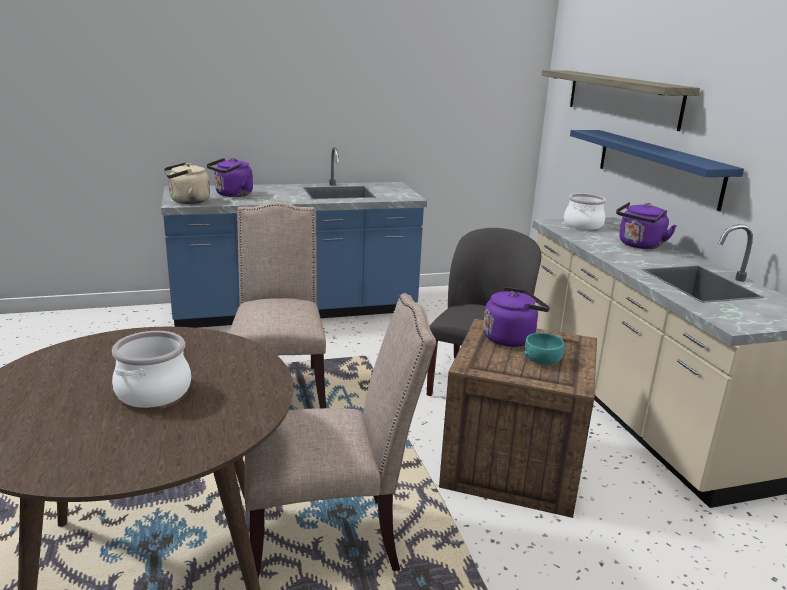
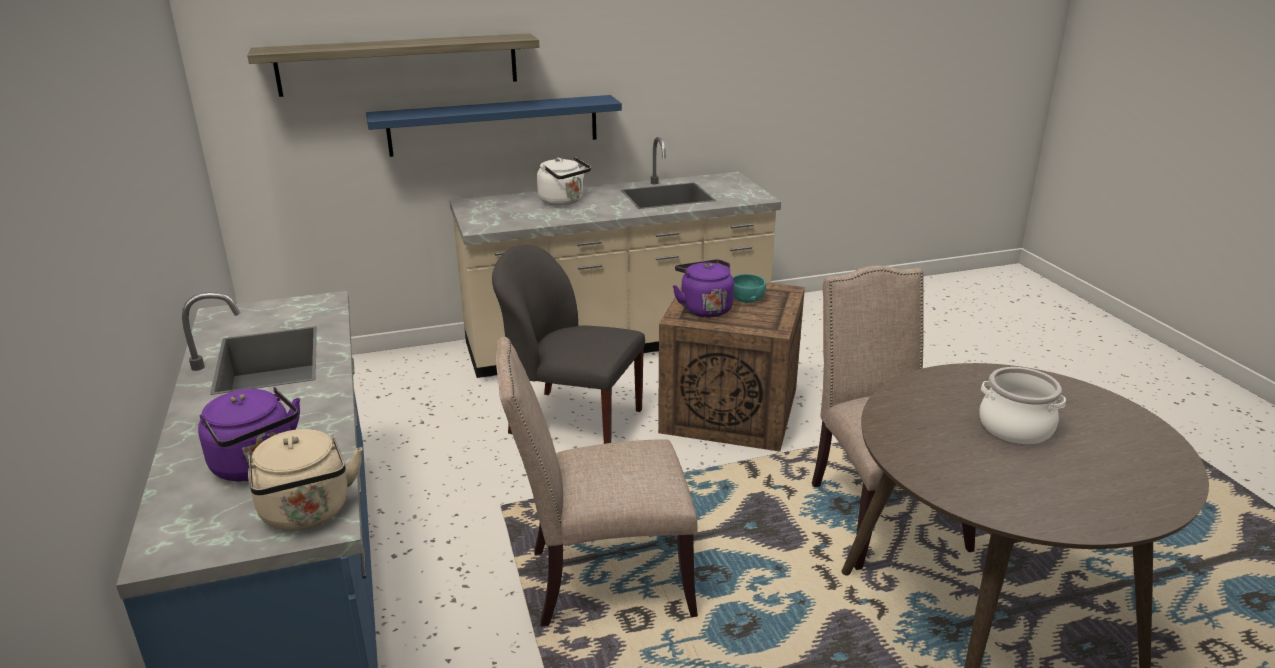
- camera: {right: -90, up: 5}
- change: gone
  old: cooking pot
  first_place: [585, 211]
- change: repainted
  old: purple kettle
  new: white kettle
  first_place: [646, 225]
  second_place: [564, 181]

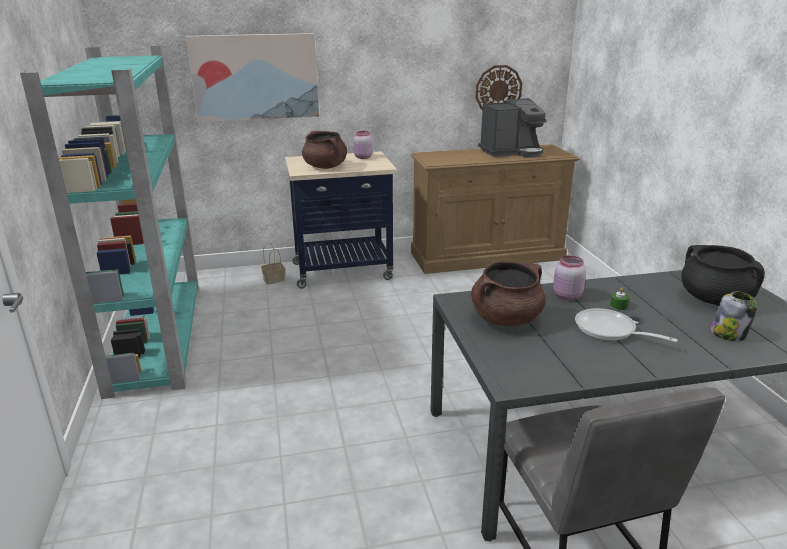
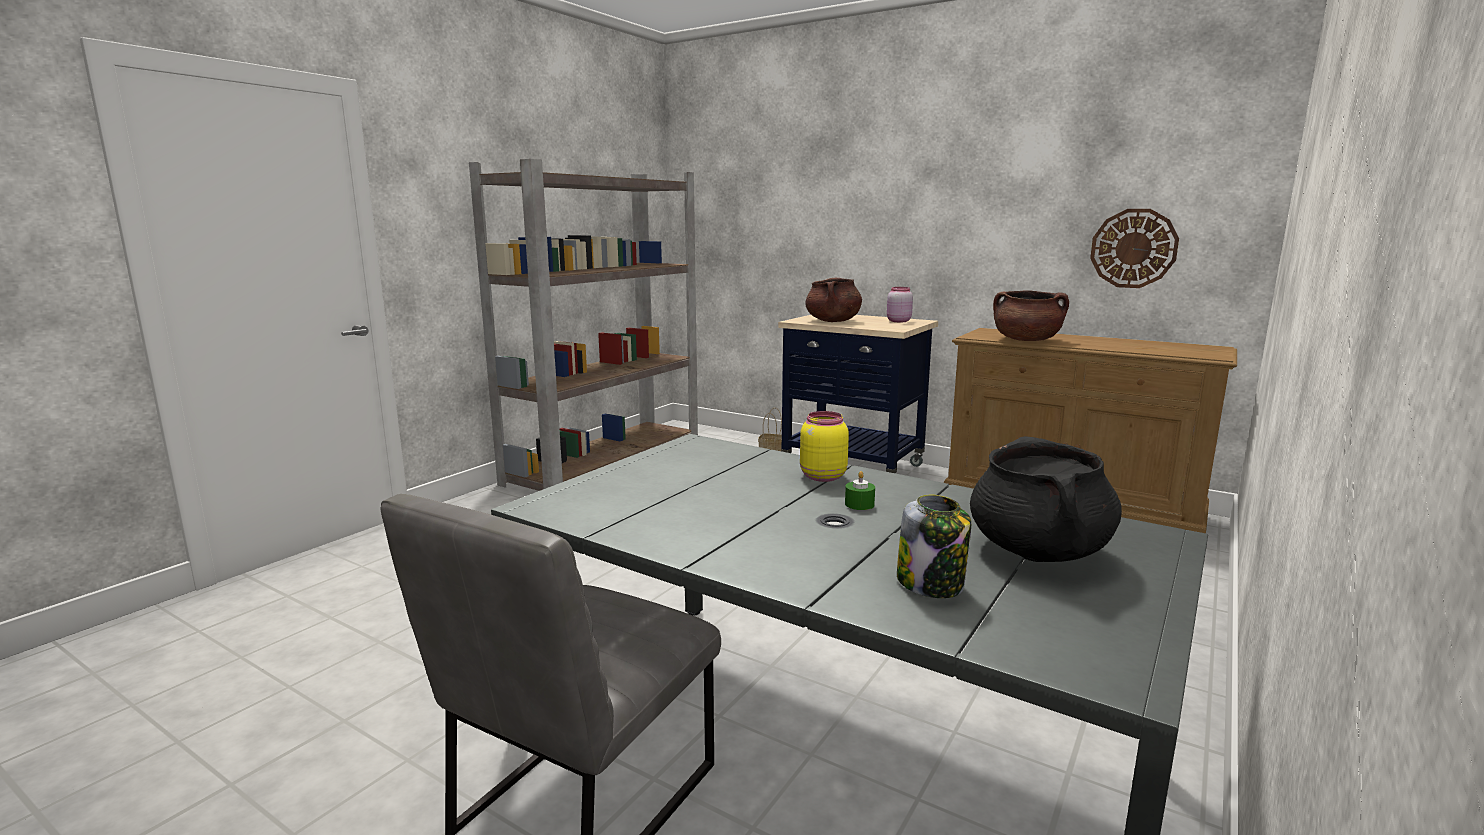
- camera: {right: 45, up: -10}
- change: gone
  old: picture
  first_place: [252, 77]
- change: gone
  old: coffee machine
  first_place: [512, 128]
- change: gone
  old: frying pan
  first_place: [626, 325]
- change: shifted
  old: brown cooking pot
  first_place: [508, 294]
  second_place: [1031, 315]
- change: repainted
  old: turquoise bookcase
  new: brown bookcase
  first_place: [109, 222]
  second_place: [583, 325]
- change: repainted
  old: pink jar
  new: yellow jar
  first_place: [569, 277]
  second_place: [824, 446]

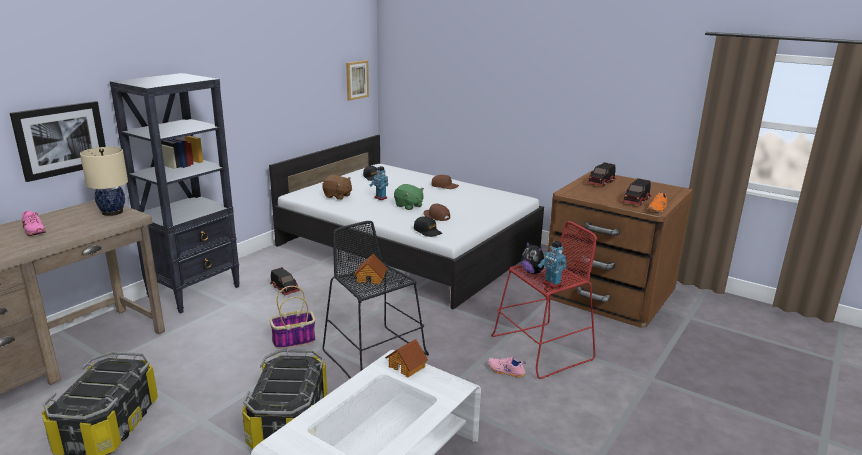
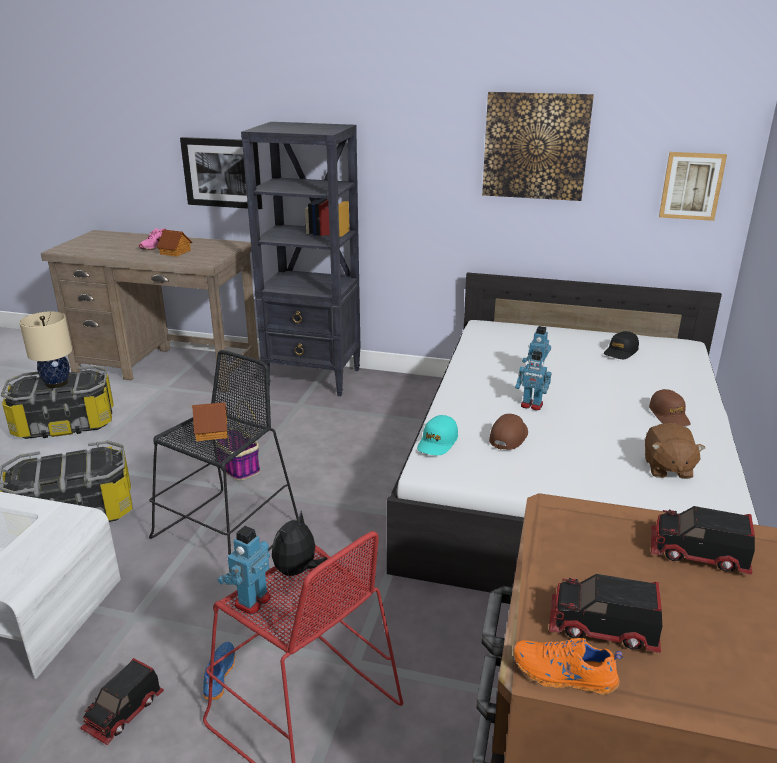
- camera: {right: 70, up: 5}
- change: new
  new: picture
  second_place: [538, 146]
- change: shifted
  old: beige table lamp
  first_place: [104, 181]
  second_place: [45, 349]
- change: shifted
  old: toy truck
  first_place: [285, 281]
  second_place: [122, 701]
- change: shifted
  old: brown plush toy
  first_place: [337, 187]
  second_place: [675, 451]
- change: shifted
  old: toy house
  first_place: [406, 358]
  second_place: [174, 243]
- change: swapped
  old: green plush toy
  new: toy robot
  first_place: [409, 197]
  second_place: [533, 380]
- change: repainted
  old: black cap
  new: turquoise cap
  first_place: [428, 226]
  second_place: [437, 435]
- change: repainted
  old: pink shoe
  new: blue shoe
  first_place: [507, 367]
  second_place: [219, 671]

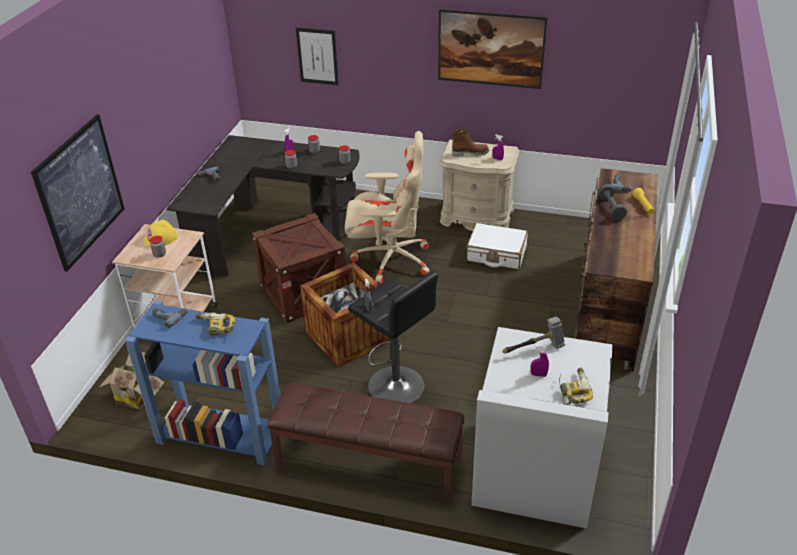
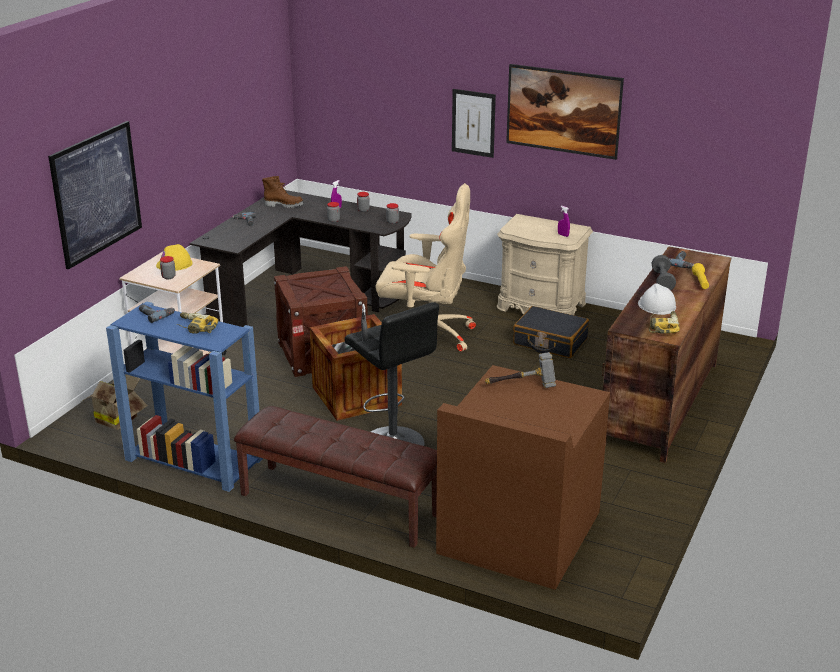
- camera: {right: 10, up: -10}
- change: gone
  old: purple spray bottle
  first_place: [540, 361]
- change: new
  new: white hard hat
  second_place: [657, 299]
- change: shifted
  old: picture
  first_place: [317, 56]
  second_place: [474, 123]
- change: shifted
  old: brown boot
  first_place: [470, 142]
  second_place: [283, 192]
- change: shifted
  old: power drill
  first_place: [576, 386]
  second_place: [664, 322]
- change: repainted
  old: white suitcase
  new: black suitcase
  first_place: [497, 246]
  second_place: [551, 332]
- change: repainted
  old: white washing machine
  new: brown washing machine
  first_place: [542, 428]
  second_place: [523, 477]

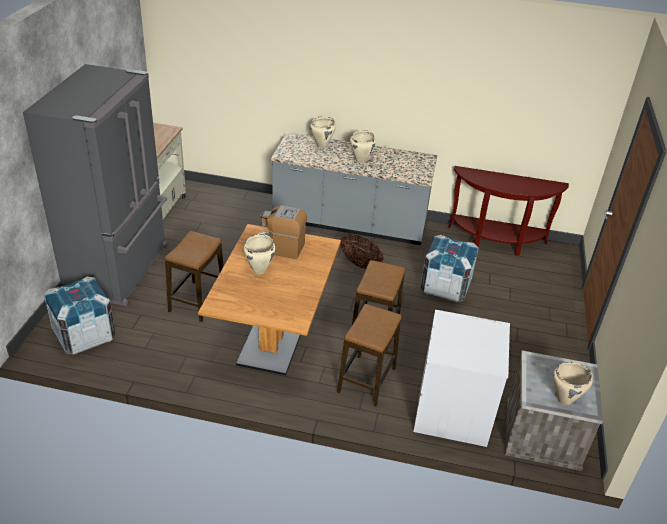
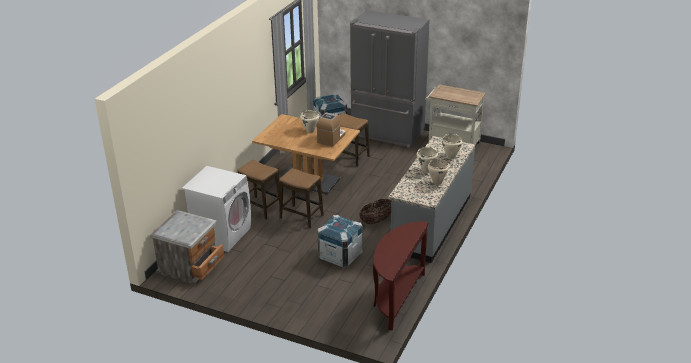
- camera: {right: 105, up: -5}
- change: shifted
  old: beige cooking pot
  first_place: [573, 383]
  second_place: [438, 171]

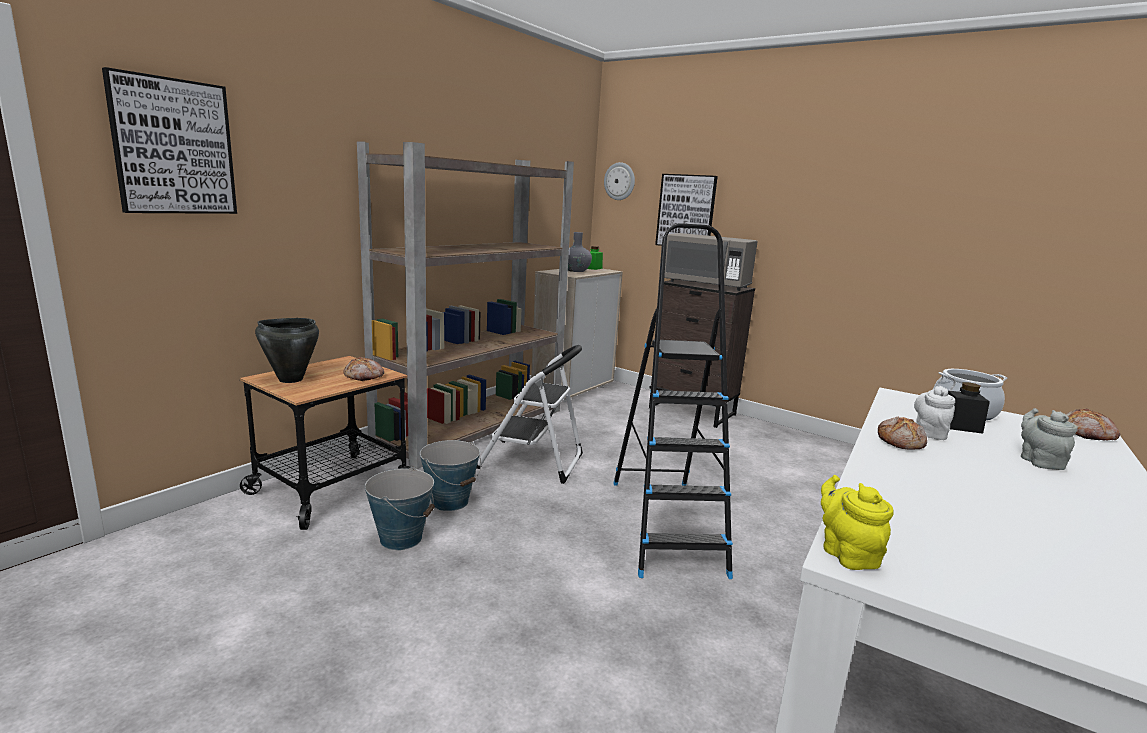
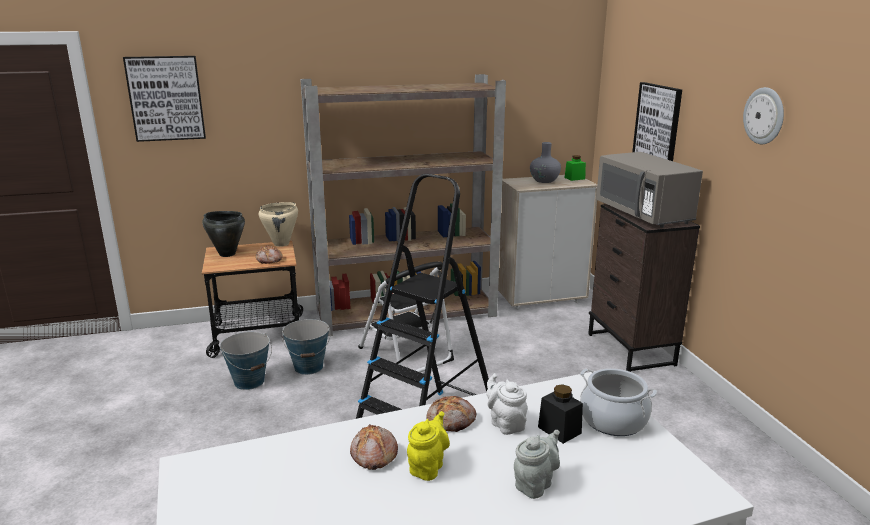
- camera: {right: 40, up: 5}
- change: new
  new: beige cooking pot
  second_place: [278, 224]
- change: shifted
  old: wall clock
  first_place: [619, 181]
  second_place: [763, 115]
- change: shifted
  old: yellow teapot
  first_place: [857, 522]
  second_place: [428, 446]
- change: shifted
  old: bread
  first_place: [1093, 424]
  second_place: [374, 447]
- change: rotated
  old: white teapot
  first_place: [934, 413]
  second_place: [506, 404]
  degrees: -90

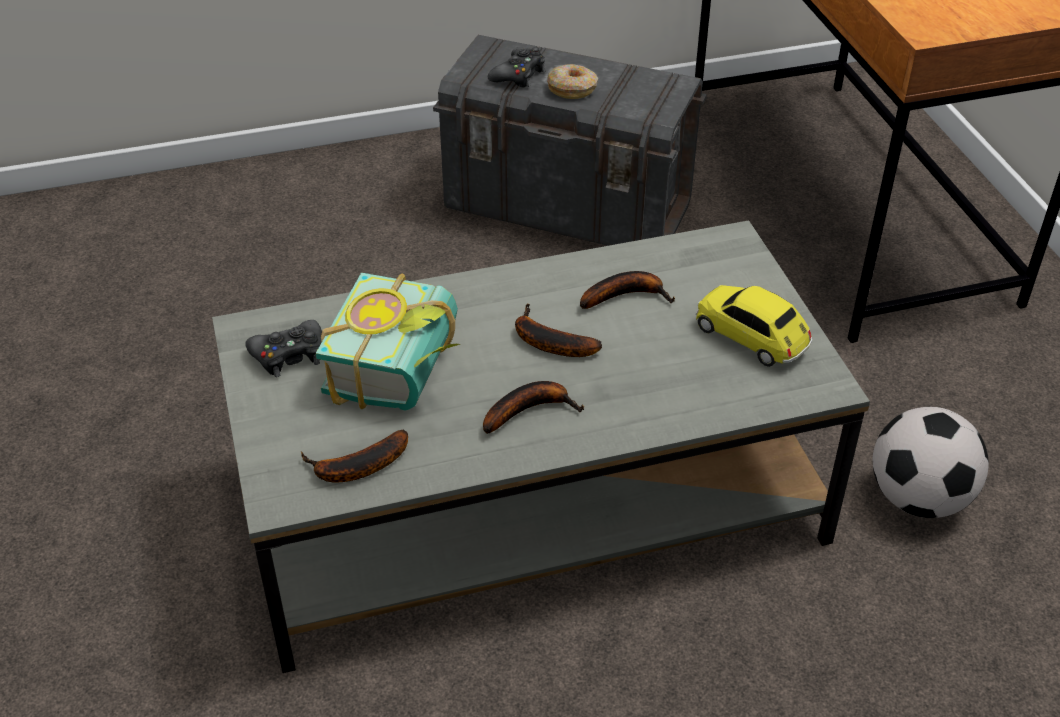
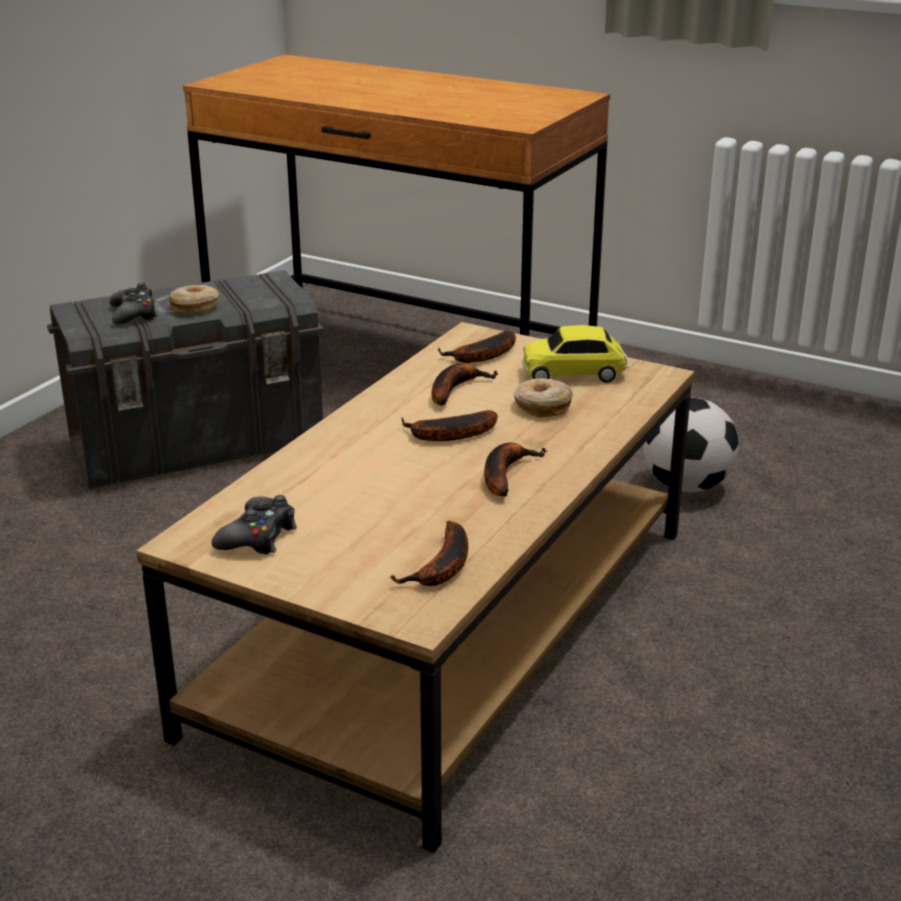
- camera: {right: -45, up: -15}
- change: gone
  old: book
  first_place: [388, 341]
- change: new
  new: banana
  second_place: [477, 346]
- change: new
  new: donut
  second_place: [543, 397]
- change: repainted
  old: grey coffee table
  new: brown coffee table
  first_place: [541, 446]
  second_place: [415, 587]

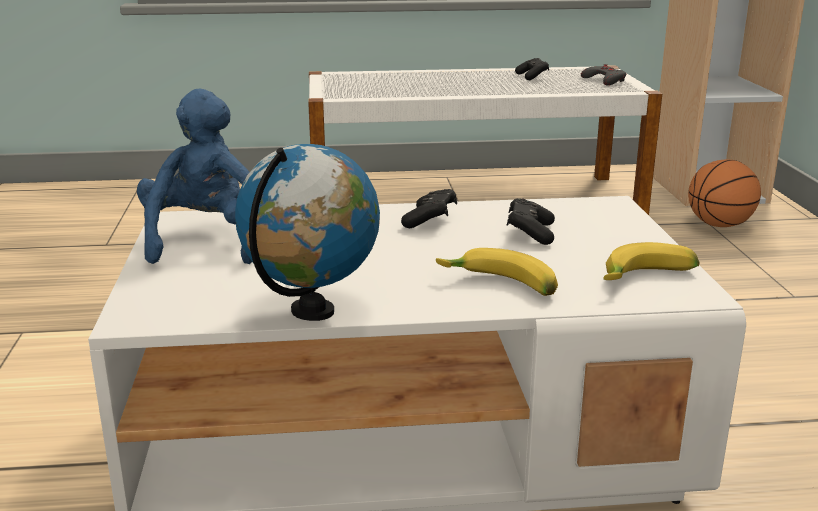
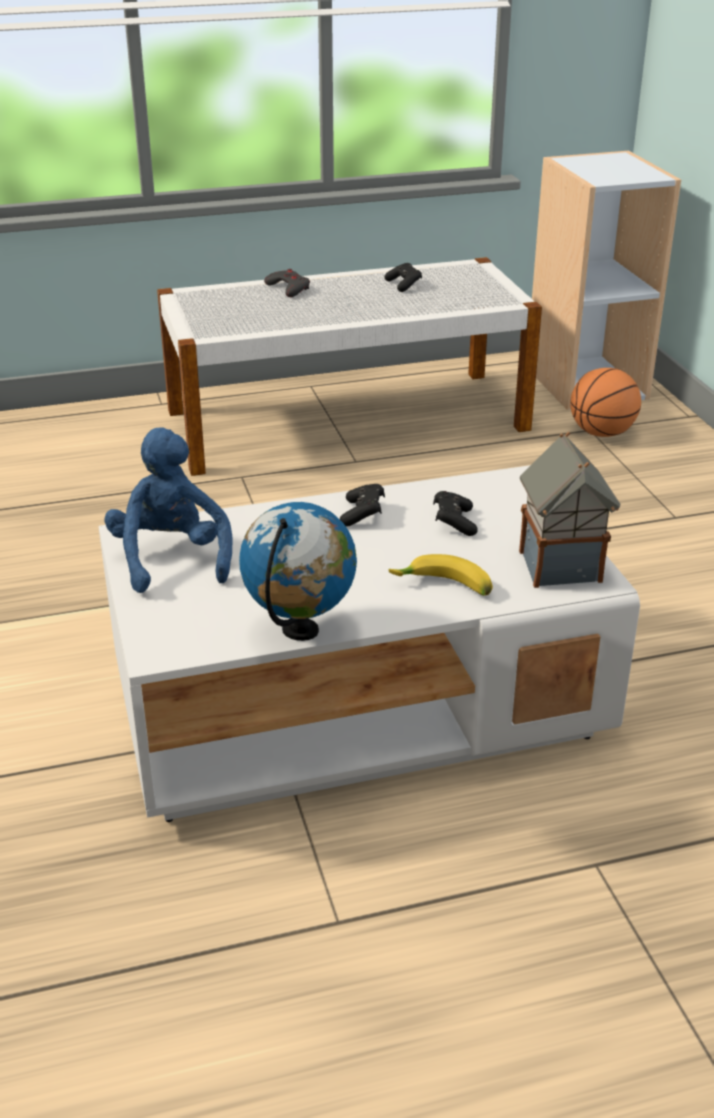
- camera: {right: -10, up: 10}
- change: shifted
  old: grey game controller
  first_place: [603, 75]
  second_place: [287, 283]
- change: swapped
  old: banana
  new: toy house
  first_place: [651, 261]
  second_place: [569, 510]

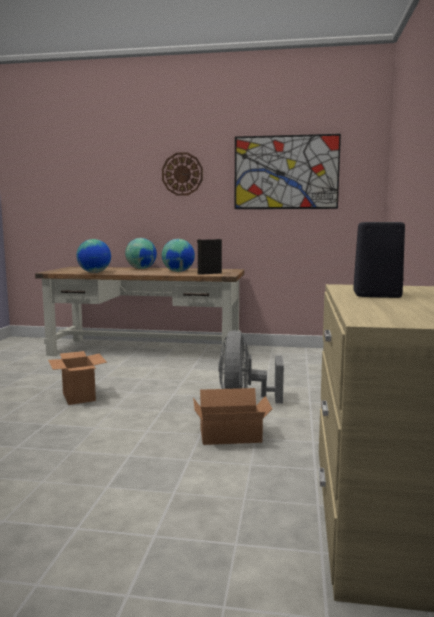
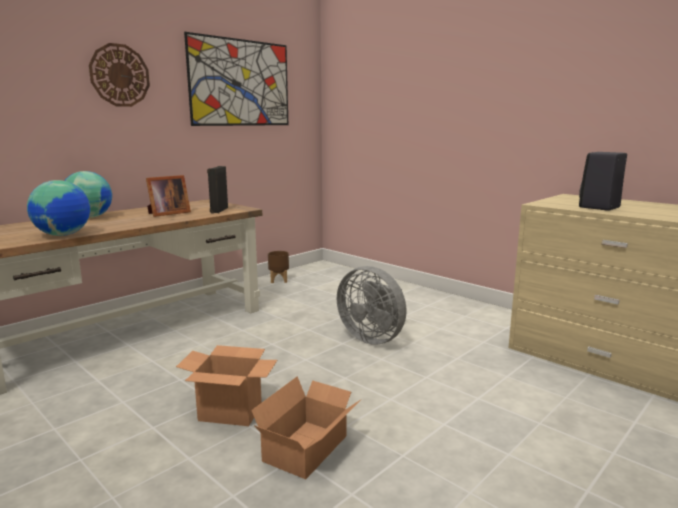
- camera: {right: -55, up: 5}
- change: new
  new: brown planter
  second_place: [278, 267]
- change: shifted
  old: cardboard box
  first_place: [232, 416]
  second_place: [306, 427]
- change: swapped
  old: globe
  new: picture frame
  first_place: [178, 255]
  second_place: [168, 196]

